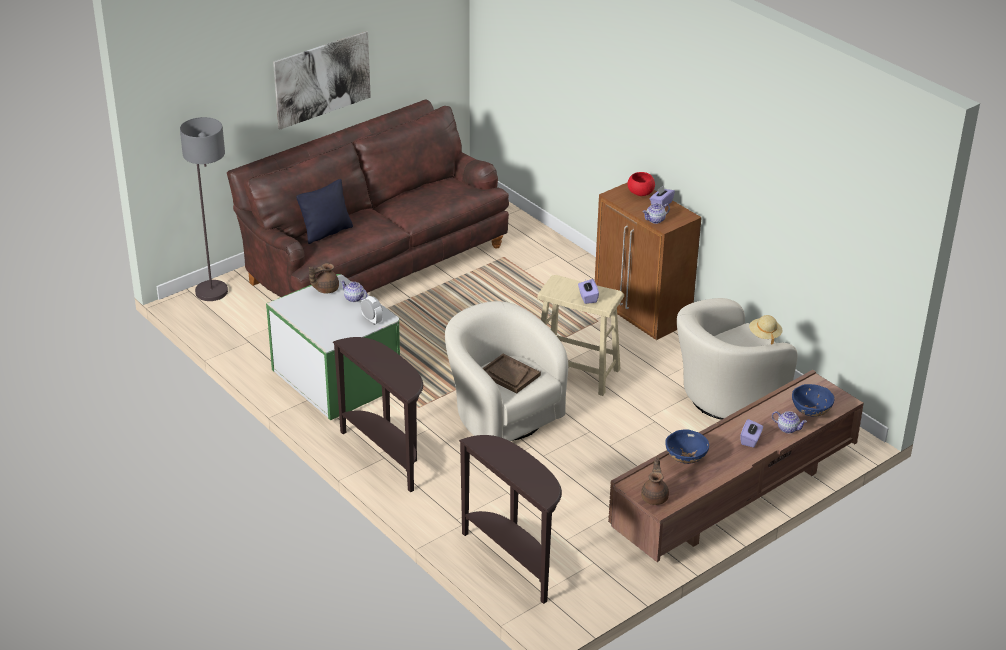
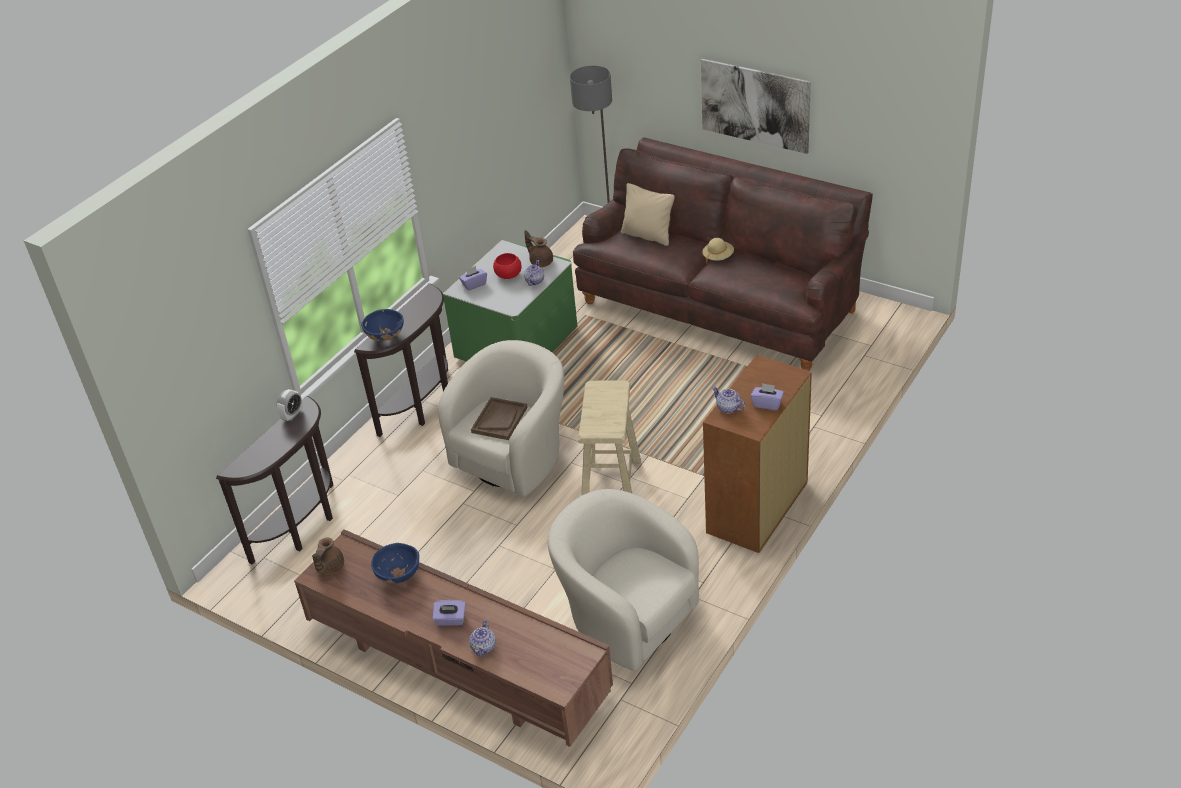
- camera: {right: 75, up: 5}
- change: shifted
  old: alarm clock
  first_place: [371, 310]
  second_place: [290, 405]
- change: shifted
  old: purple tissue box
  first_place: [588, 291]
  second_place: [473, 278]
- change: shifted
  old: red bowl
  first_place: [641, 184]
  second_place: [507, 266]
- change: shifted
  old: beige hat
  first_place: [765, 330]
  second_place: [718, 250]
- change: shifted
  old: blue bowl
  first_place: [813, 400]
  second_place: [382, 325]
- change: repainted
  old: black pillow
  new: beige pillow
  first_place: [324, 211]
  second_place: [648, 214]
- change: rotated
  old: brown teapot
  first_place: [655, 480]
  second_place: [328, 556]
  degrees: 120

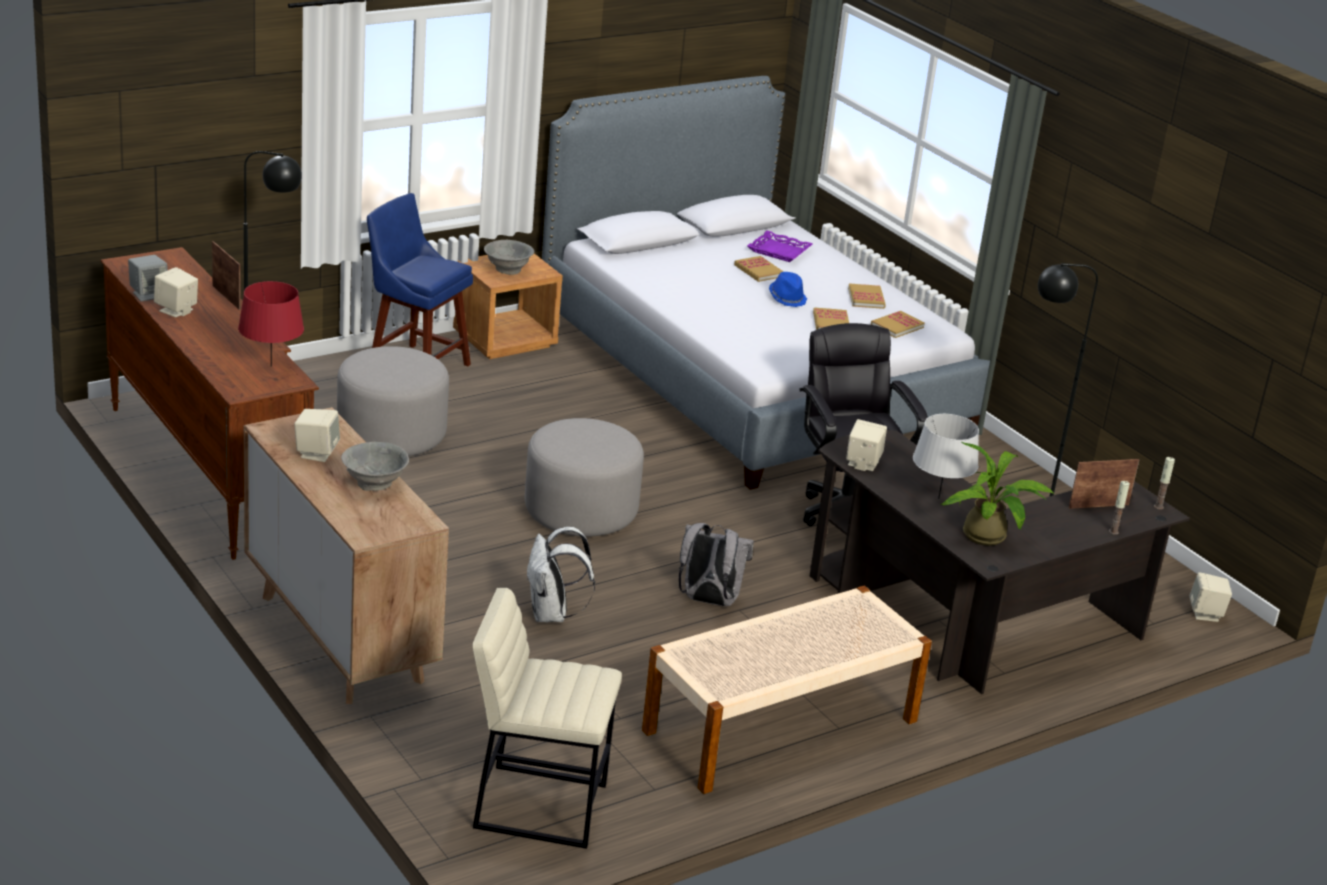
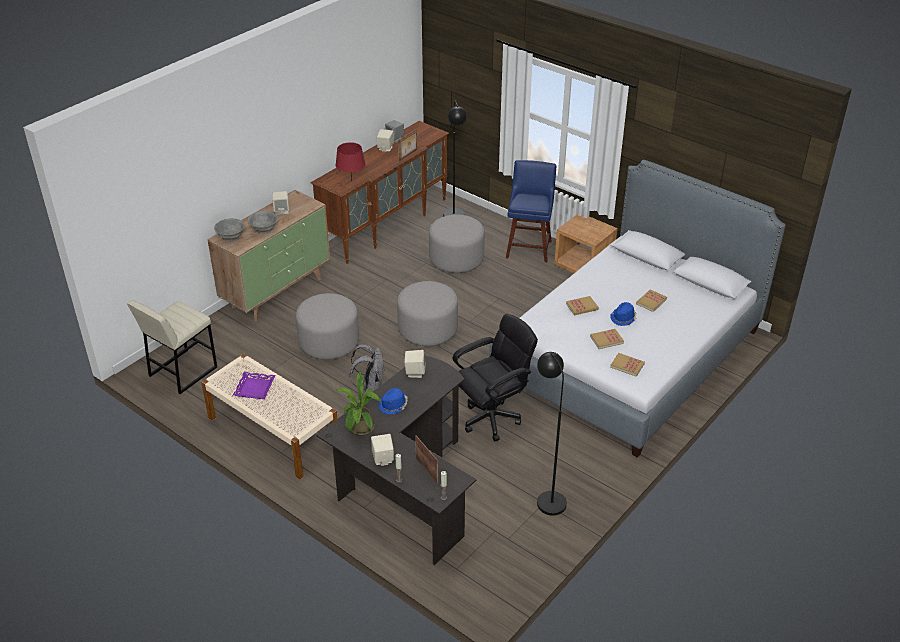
- camera: {right: 75, up: 10}
- change: shifted
  old: grey bowl
  first_place: [509, 257]
  second_place: [229, 230]
- change: shifted
  old: purple tray
  first_place: [780, 246]
  second_place: [254, 385]
- change: shifted
  old: book
  first_place: [867, 296]
  second_place: [582, 305]
- change: shifted
  old: beige speaker
  first_place: [1210, 597]
  second_place: [382, 450]
- change: swapped
  old: white backpack
  new: grey ottoman
  first_place: [560, 574]
  second_place: [327, 326]
- change: swapped
  old: grey table lamp
  new: blue hat
  first_place: [946, 456]
  second_place: [393, 401]
- change: rotated
  old: beige chair
  first_place: [547, 718]
  second_place: [172, 347]
  degrees: -135

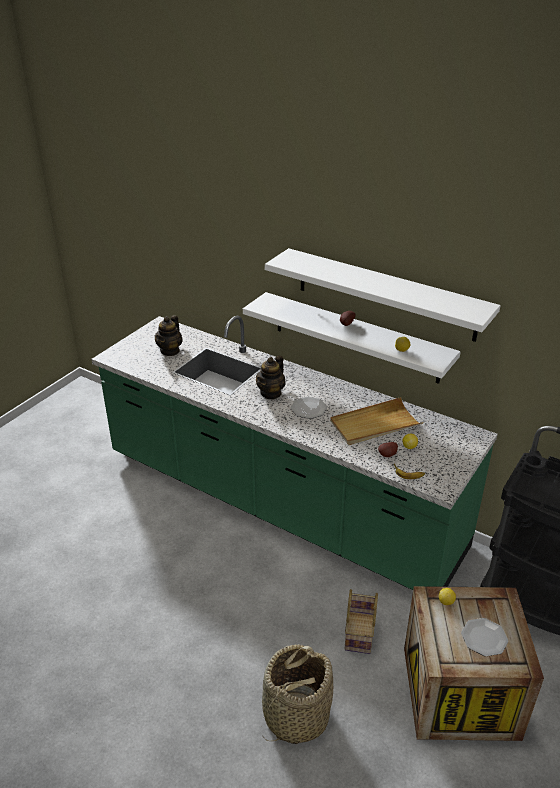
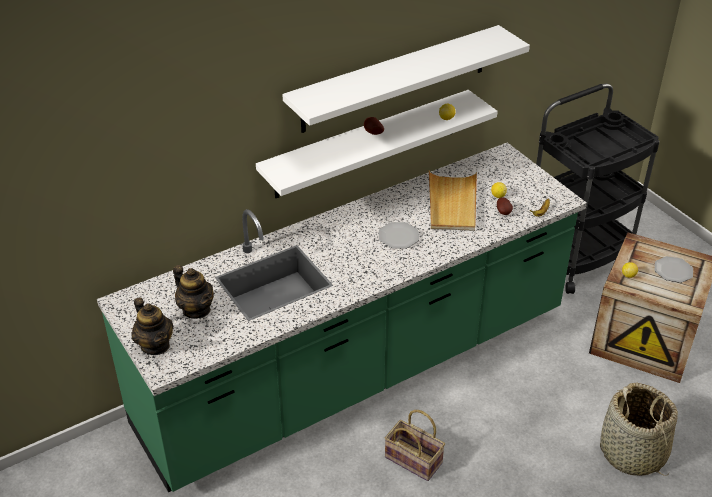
- camera: {right: -65, up: 5}
- change: shifted
  old: teapot
  first_place: [271, 377]
  second_place: [152, 326]
- change: shifted
  old: basket
  first_place: [361, 621]
  second_place: [415, 445]

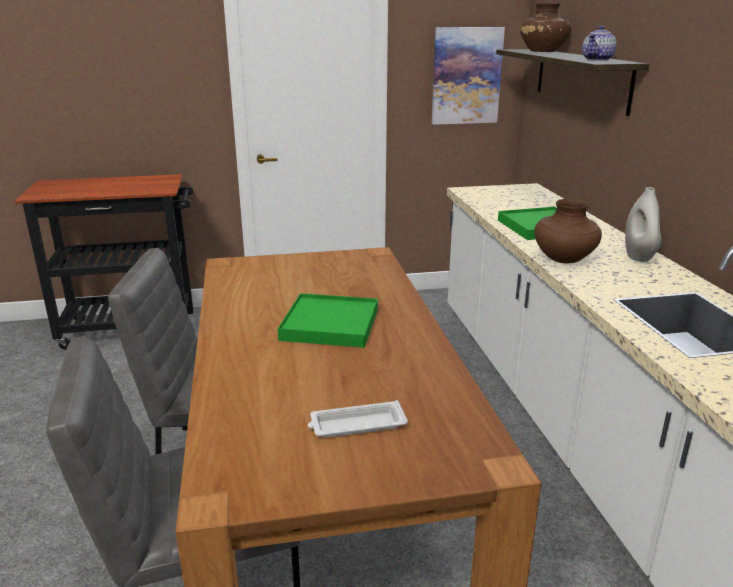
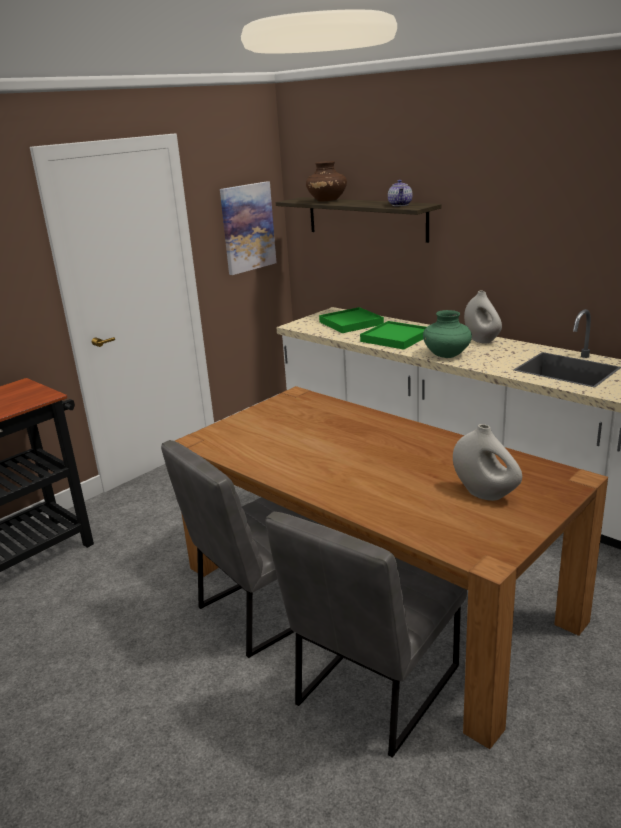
- camera: {right: -35, up: 0}
- change: shifted
  old: green tray
  first_place: [328, 320]
  second_place: [351, 320]
- change: swapped
  old: white tray
  new: white vase
  first_place: [358, 419]
  second_place: [487, 462]
- change: repainted
  old: brown vase
  new: green vase
  first_place: [568, 231]
  second_place: [447, 334]

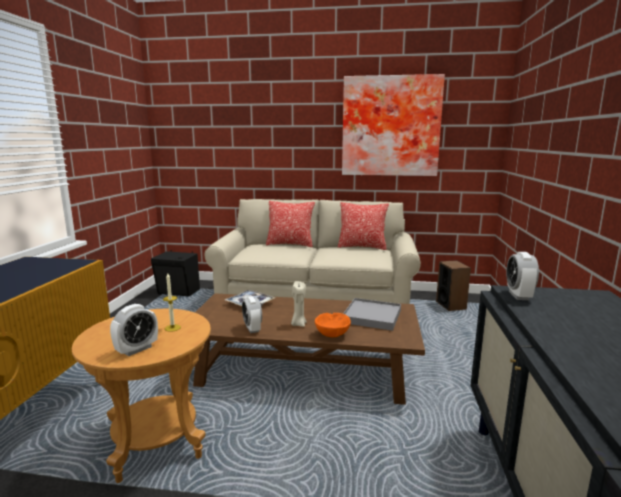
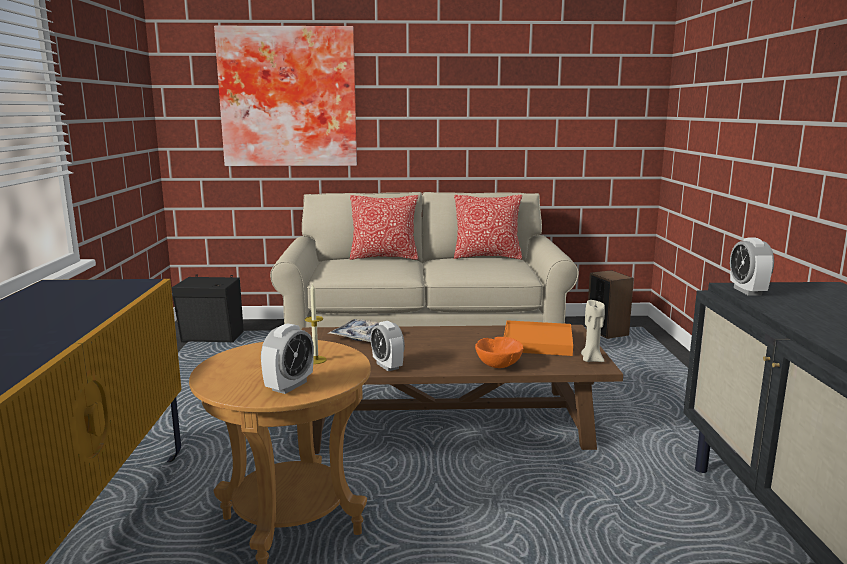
- camera: {right: -10, up: 0}
- change: shifted
  old: beige candle
  first_place: [299, 304]
  second_place: [593, 331]
- change: shifted
  old: picture
  first_place: [393, 125]
  second_place: [285, 96]
- change: repainted
  old: grey tray
  new: orange tray
  first_place: [372, 314]
  second_place: [538, 338]

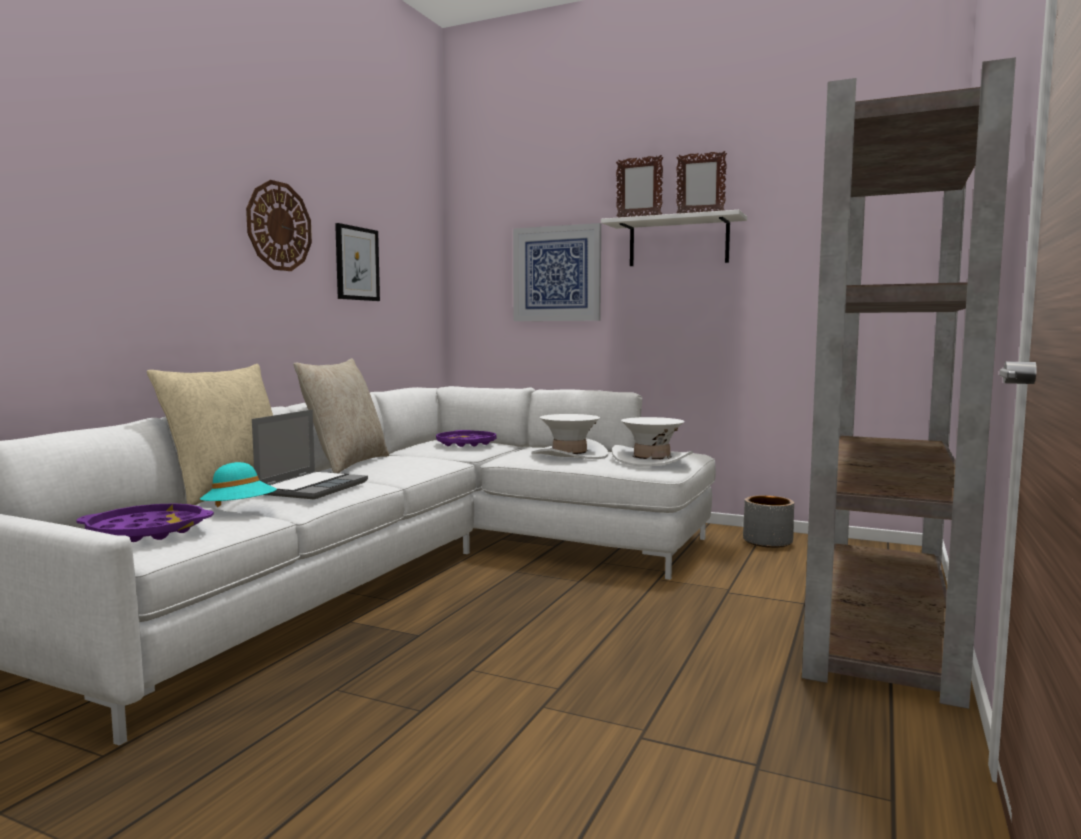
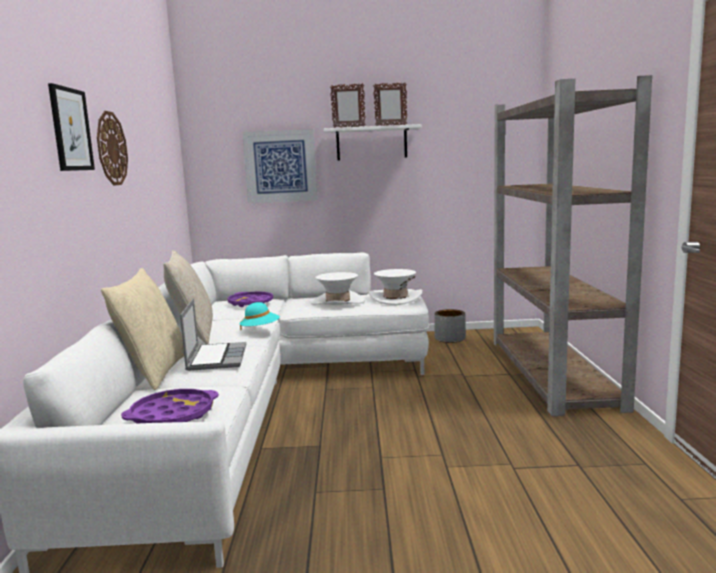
- camera: {right: -25, up: 5}
- change: shifted
  old: turquoise hat
  first_place: [238, 484]
  second_place: [260, 316]
- change: shifted
  old: picture
  first_place: [357, 262]
  second_place: [71, 127]

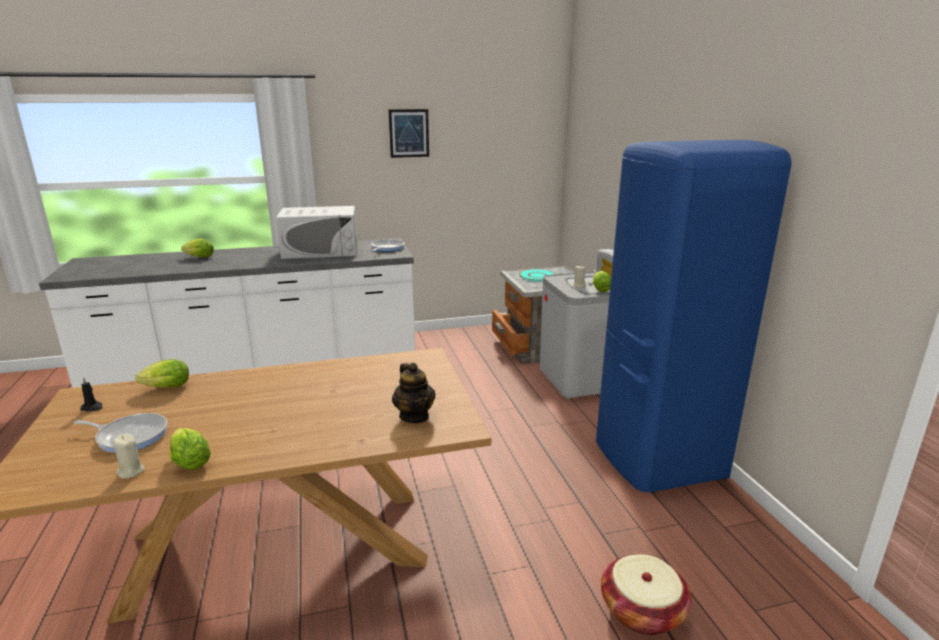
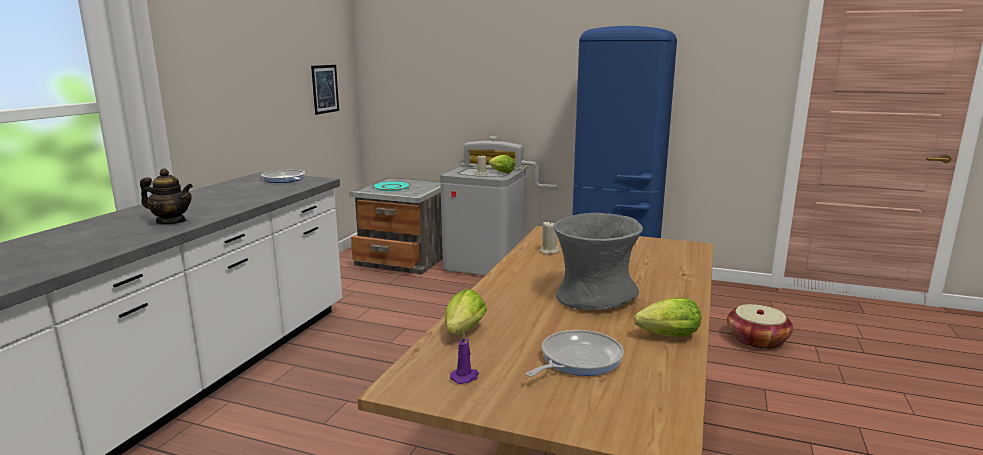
- camera: {right: -55, up: -5}
- change: gone
  old: lettuce
  first_place: [197, 248]
- change: gone
  old: white microwave
  first_place: [317, 232]
- change: new
  new: grey vase
  second_place: [598, 261]
- change: shifted
  old: beige candle
  first_place: [128, 456]
  second_place: [550, 237]
- change: shifted
  old: picture
  first_place: [409, 133]
  second_place: [325, 90]
- change: shifted
  old: teapot
  first_place: [414, 393]
  second_place: [166, 196]
- change: repainted
  old: black candle
  new: purple candle
  first_place: [91, 394]
  second_place: [464, 358]

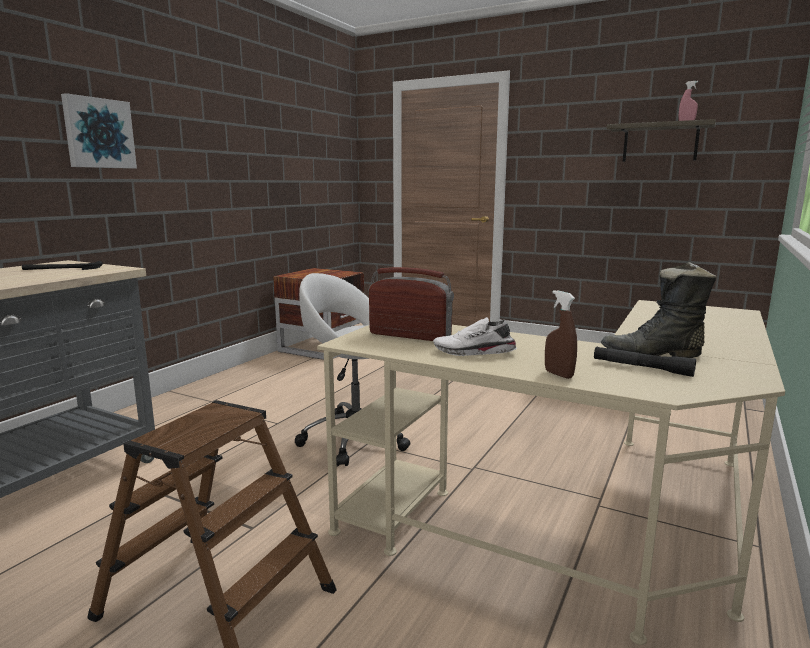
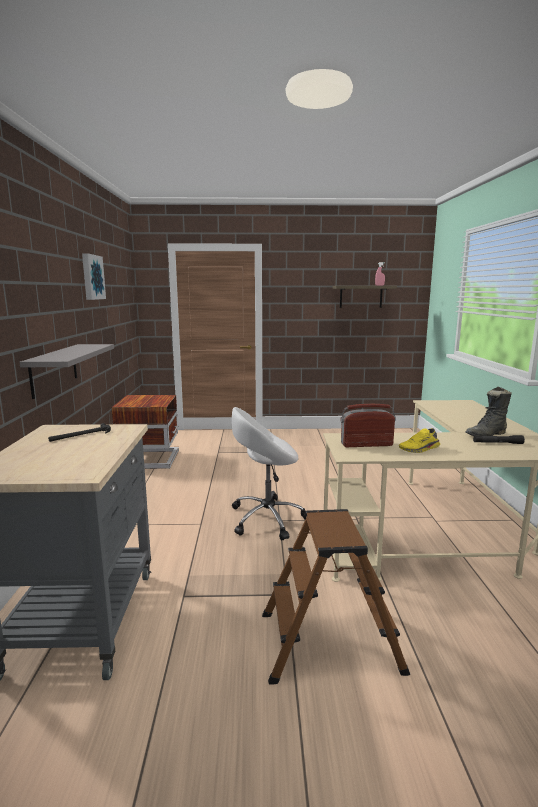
- camera: {right: -30, up: 0}
- change: gone
  old: brown spray bottle
  first_place: [561, 334]
- change: new
  new: grey shelf
  second_place: [66, 371]
- change: shifted
  old: picture
  first_place: [99, 131]
  second_place: [94, 276]
- change: repainted
  old: white shoe
  new: yellow shoe
  first_place: [475, 336]
  second_place: [419, 440]

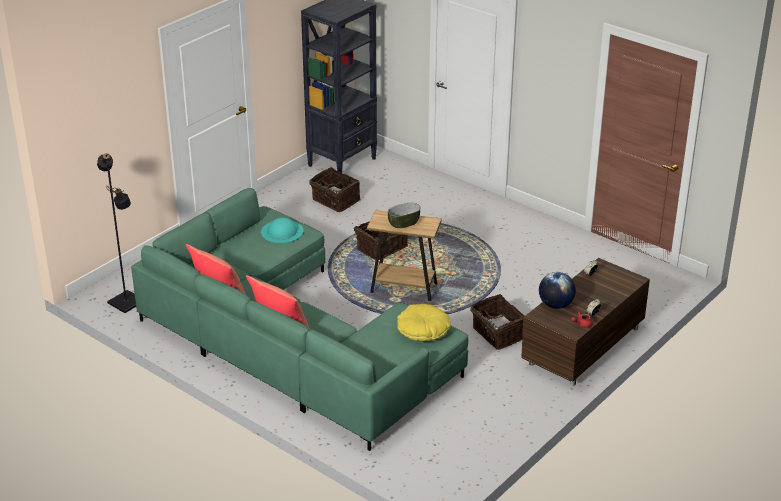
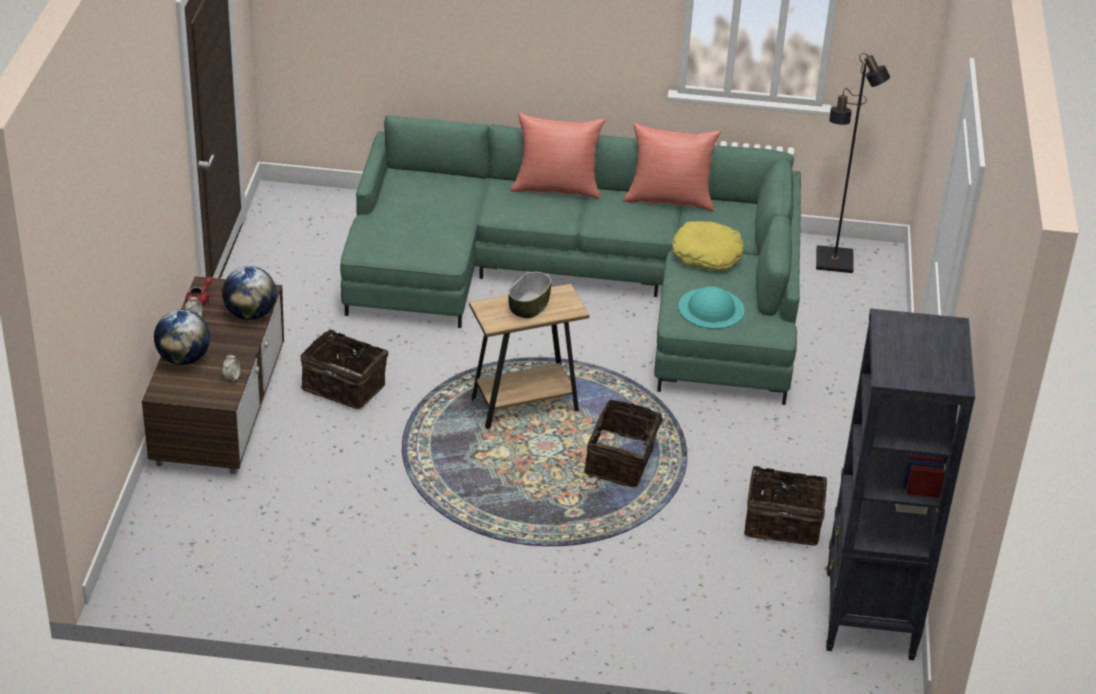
- camera: {right: 145, up: 5}
- change: new
  new: globe
  second_place: [182, 337]
- change: shifted
  old: yellow pillow
  first_place: [424, 322]
  second_place: [708, 246]

